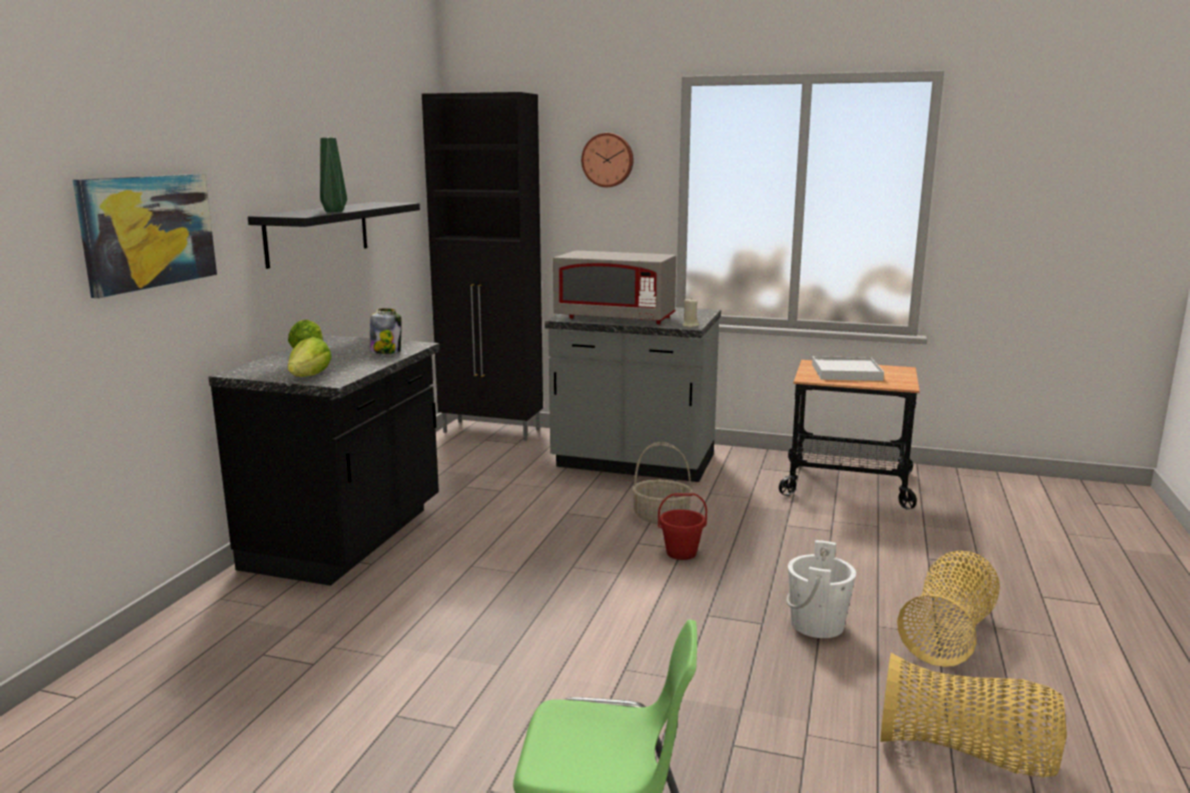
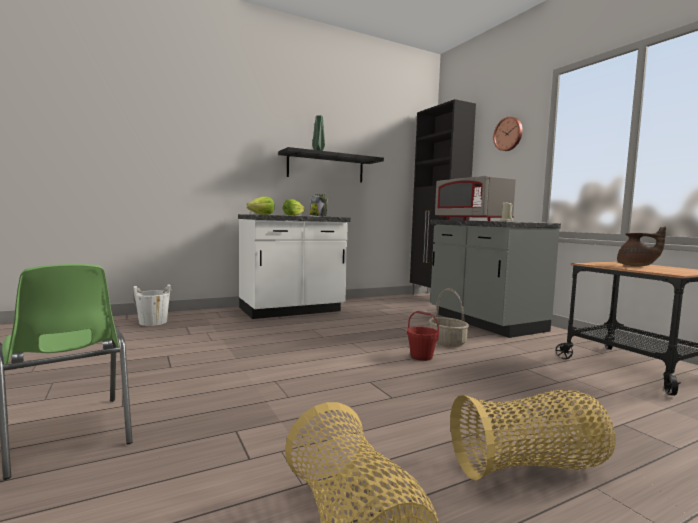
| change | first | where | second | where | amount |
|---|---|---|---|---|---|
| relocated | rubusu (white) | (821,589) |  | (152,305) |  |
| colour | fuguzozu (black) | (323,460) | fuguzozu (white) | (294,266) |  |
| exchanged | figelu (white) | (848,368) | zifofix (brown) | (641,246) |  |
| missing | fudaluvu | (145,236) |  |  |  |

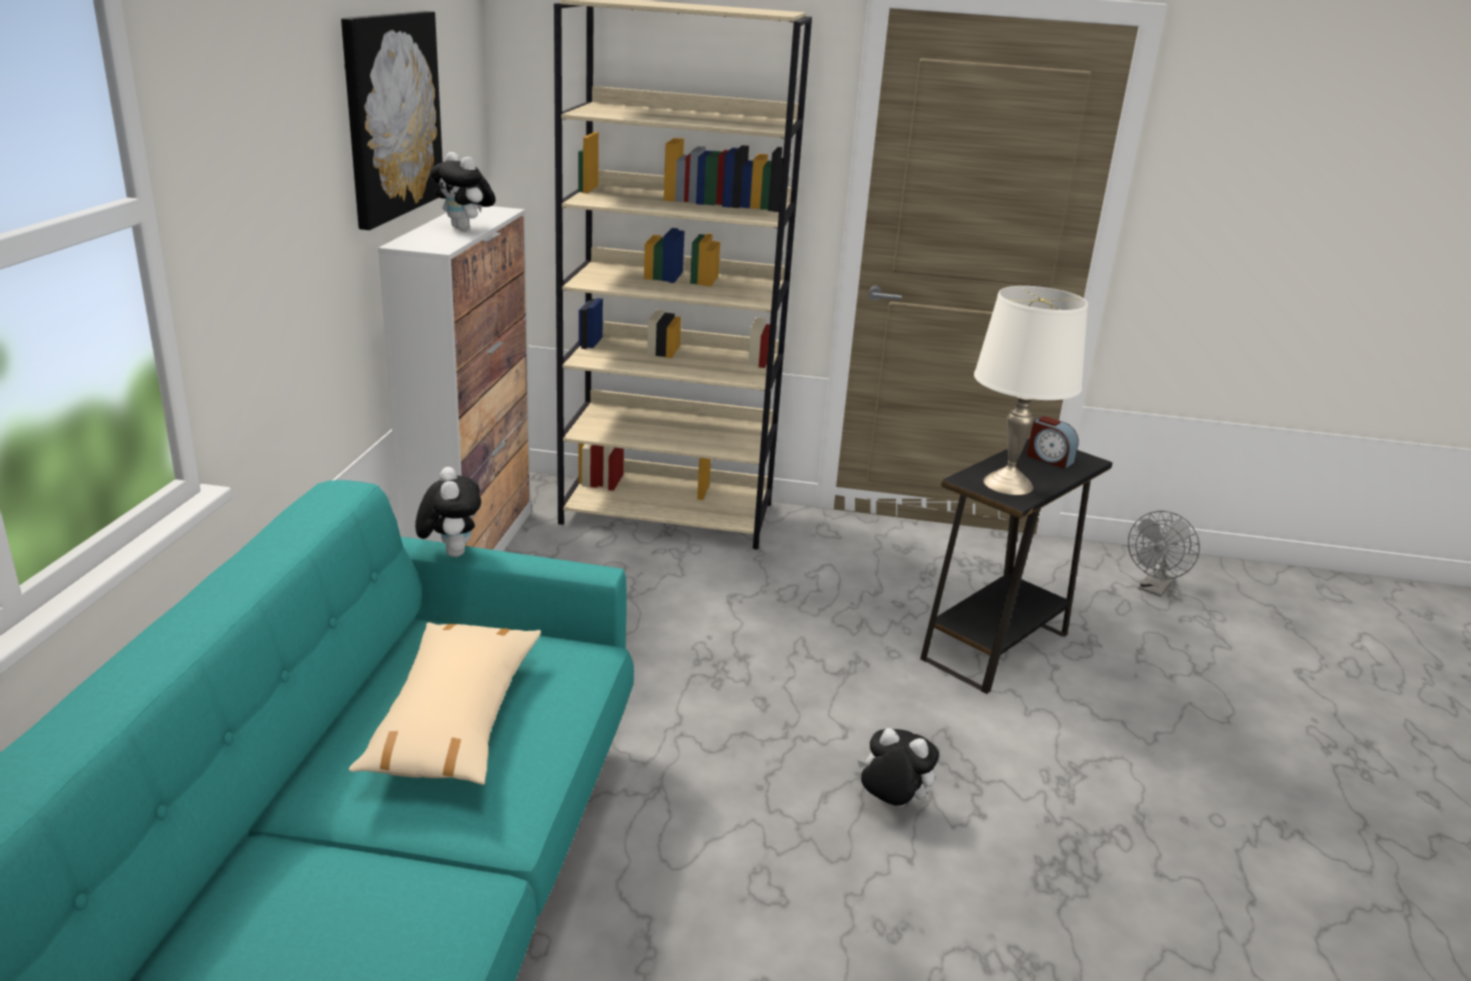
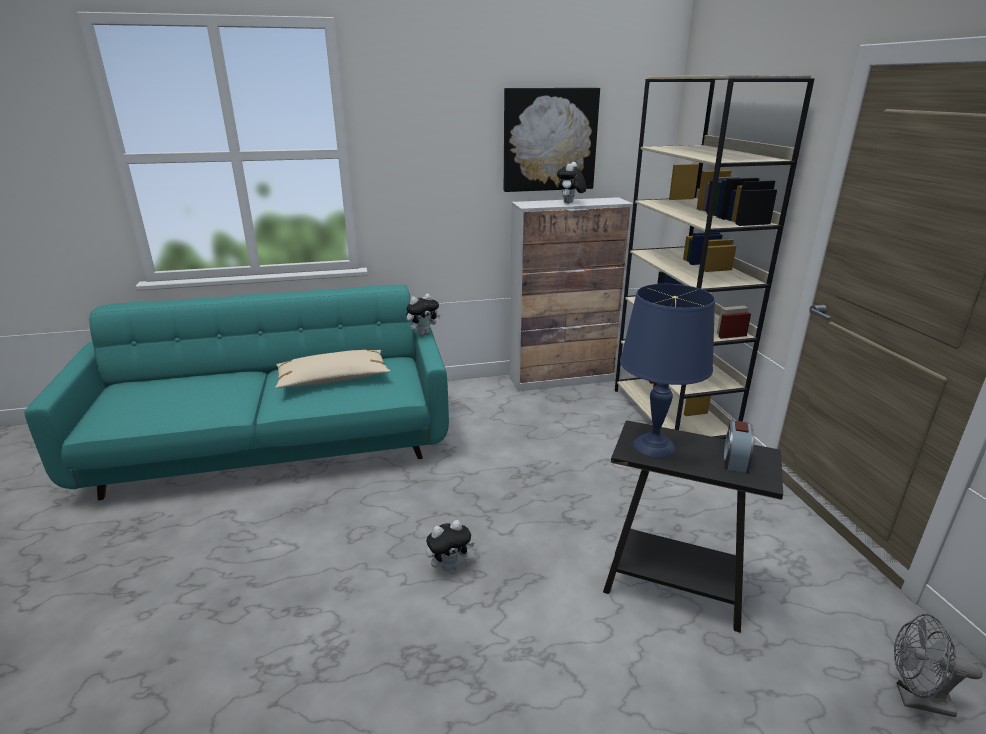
| change | first | where | second | where | amount |
|---|---|---|---|---|---|
| spun | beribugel | (898,767) |  | (450,546) | 60 degrees clockwise |
| colour | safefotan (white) | (1031,390) | safefotan (blue) | (667,371) |  |

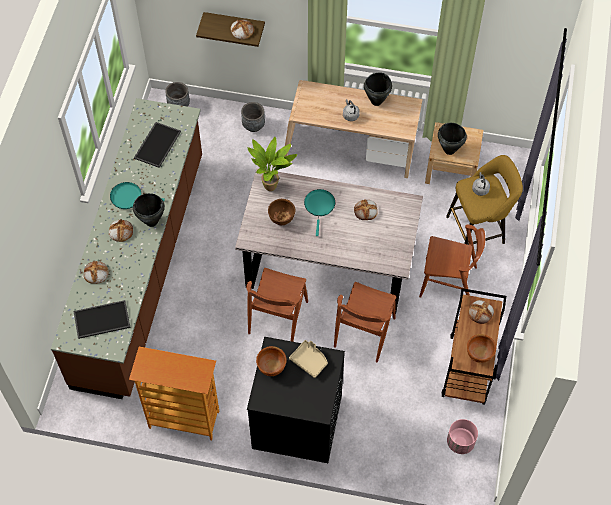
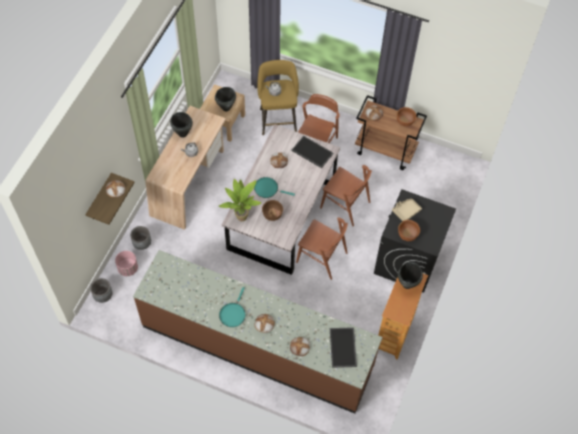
| change | first | where | second | where | amount |
|---|---|---|---|---|---|
| relocated | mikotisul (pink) | (462,436) |  | (126,263) |  |
| relocated | figelu | (157,145) |  | (312,152) |  |
| relocated | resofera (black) | (149,210) |  | (410,275) |  |

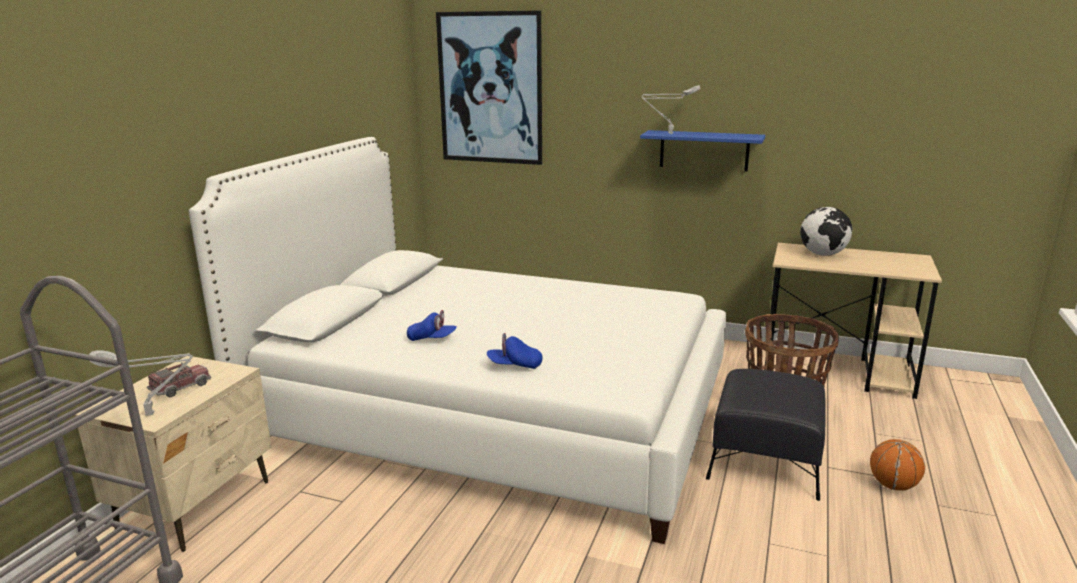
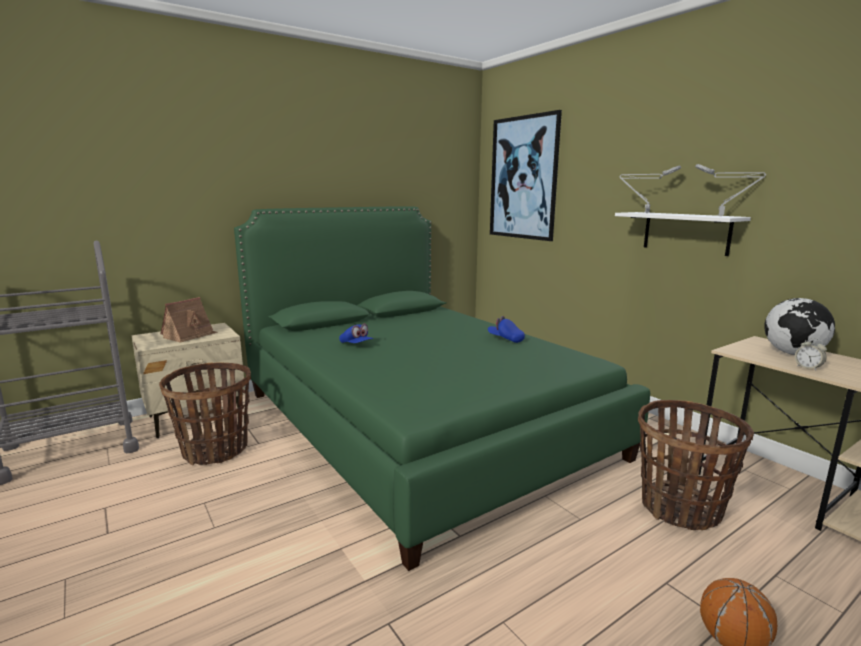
| change | first | where | second | where | amount |
|---|---|---|---|---|---|
| appeared |  |  | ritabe | (205,413) |  |
| exchanged | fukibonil | (179,379) | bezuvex | (189,320) |  |
| colour | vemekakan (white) | (457,340) | vemekakan (green) | (442,388) |  |
| relocated | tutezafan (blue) | (515,351) |  | (506,329) |  |
| colour | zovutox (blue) | (702,151) | zovutox (white) | (683,234) |  |
| relocated | safefotan (grey) | (141,383) |  | (730,190) |  |
| appeared |  |  | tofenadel | (811,354) |  |
| missing | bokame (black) | (765,435) |  |  |  |

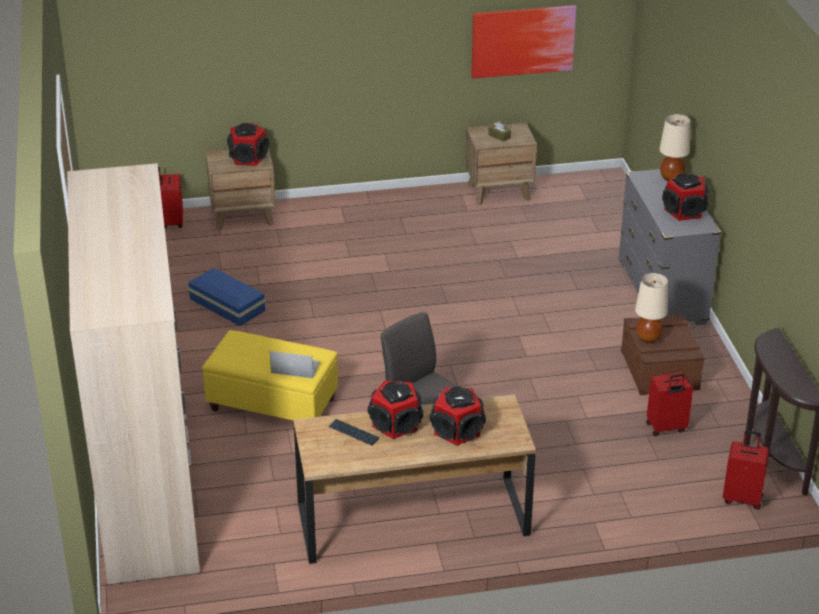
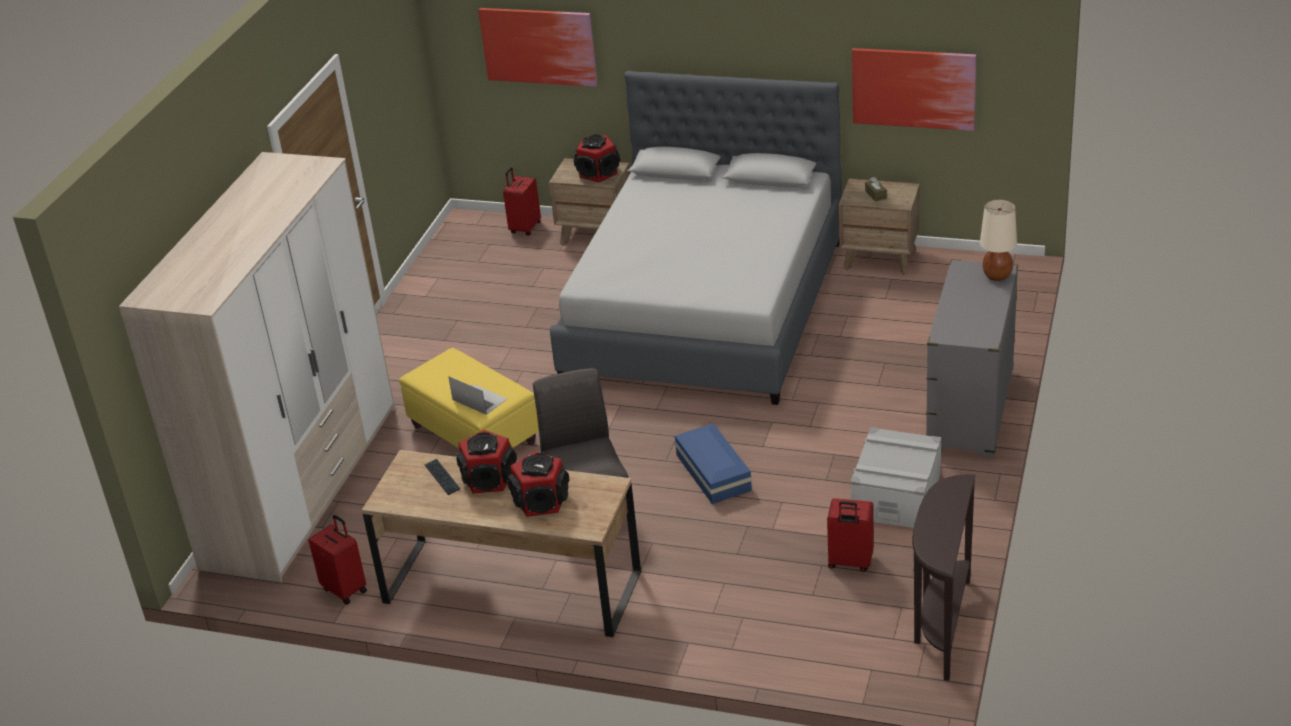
| change | first | where | second | where | amount |
|---|---|---|---|---|---|
| relocated | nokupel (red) | (746,470) |  | (337,560) |  |
| appeared |  |  | fudaluvu | (538,47) |  |
| appeared |  |  | vemekakan (grey) | (696,238) |  |
| relocated | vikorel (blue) | (227,297) |  | (713,463) |  |
| colour | vikorel (brown) | (662,354) | vikorel (grey) | (895,477) |  |
| missing | safefotan (beige) | (651,308) |  |  |  |
| missing | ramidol | (685,197) |  |  |  |

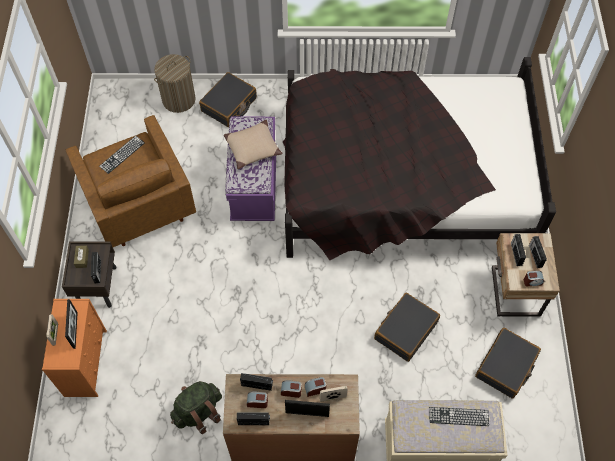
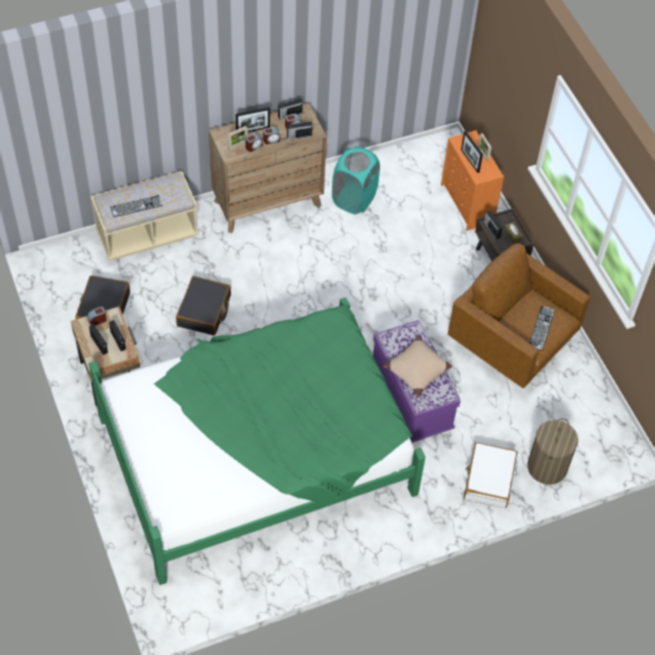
| change | first | where | second | where | amount |
|---|---|---|---|---|---|
| colour | vemekakan (black) | (419,158) | vemekakan (green) | (257,441) |  |
| exchanged | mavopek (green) | (196,407) | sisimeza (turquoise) | (356,180) |  |
| colour | nokupel (black) | (228,99) | nokupel (white) | (490,475) |  |

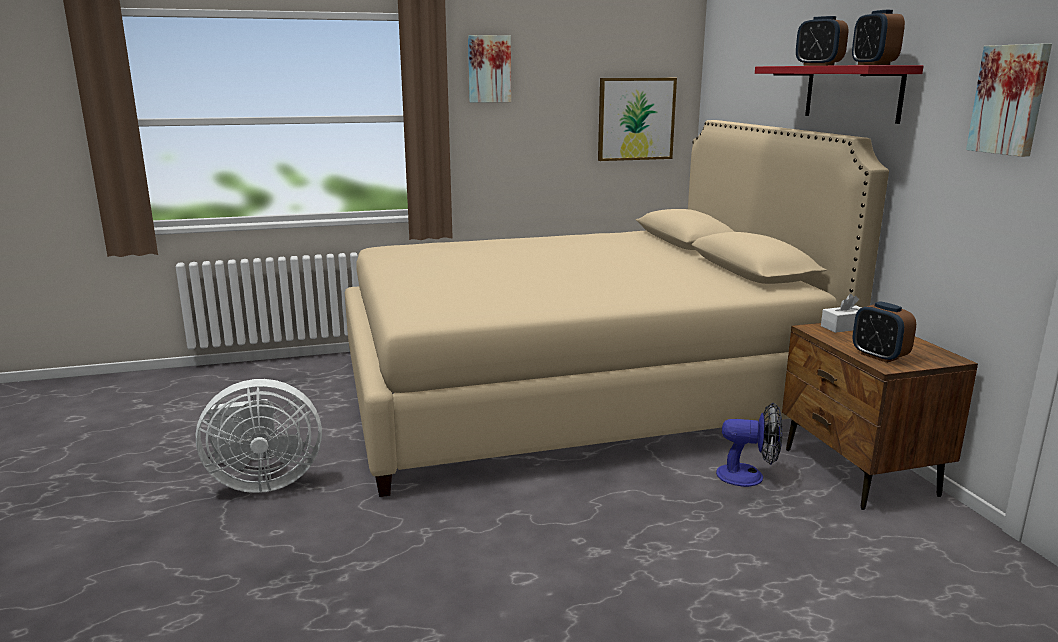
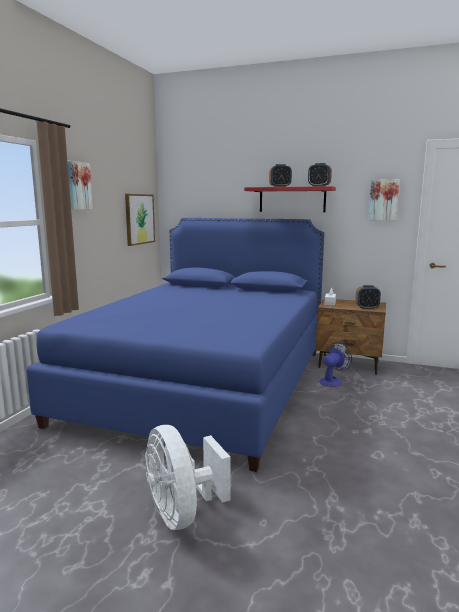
| change | first | where | second | where | amount |
|---|---|---|---|---|---|
| colour | vemekakan (beige) | (617,308) | vemekakan (blue) | (175,345) |  |
| spun | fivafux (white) | (259,436) |  | (188,477) | 135 degrees clockwise |

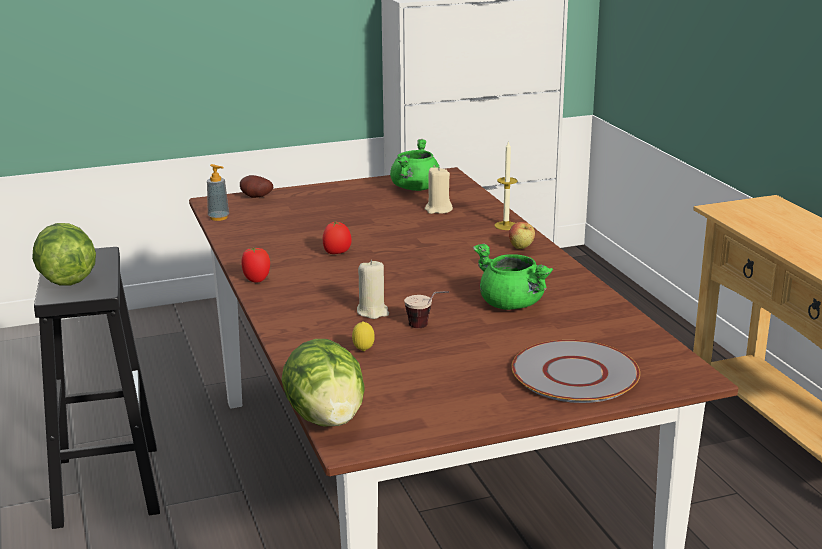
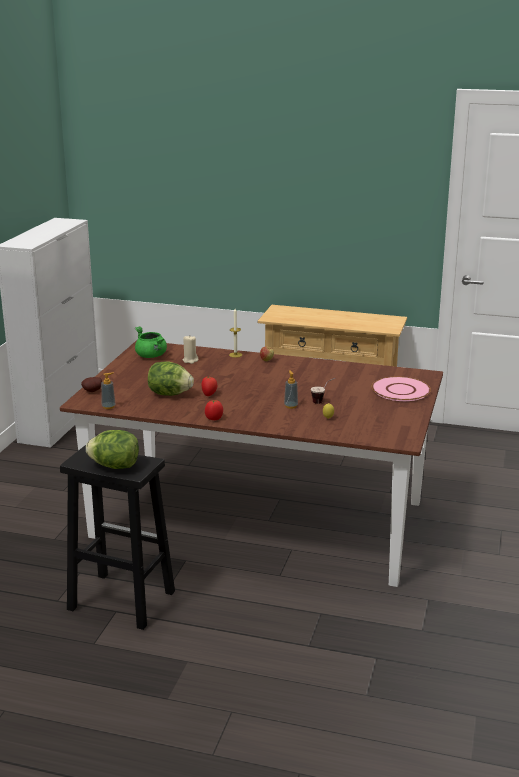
| change | first | where | second | where | amount |
|---|---|---|---|---|---|
| relocated | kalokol | (323,382) |  | (171,378) |  |
| exchanged | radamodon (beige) | (373,289) | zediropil | (291,389) |  |
| colour | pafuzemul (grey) | (576,371) | pafuzemul (pink) | (401,389) |  |
| missing | resofera (green) | (513,276) |  |  |  |

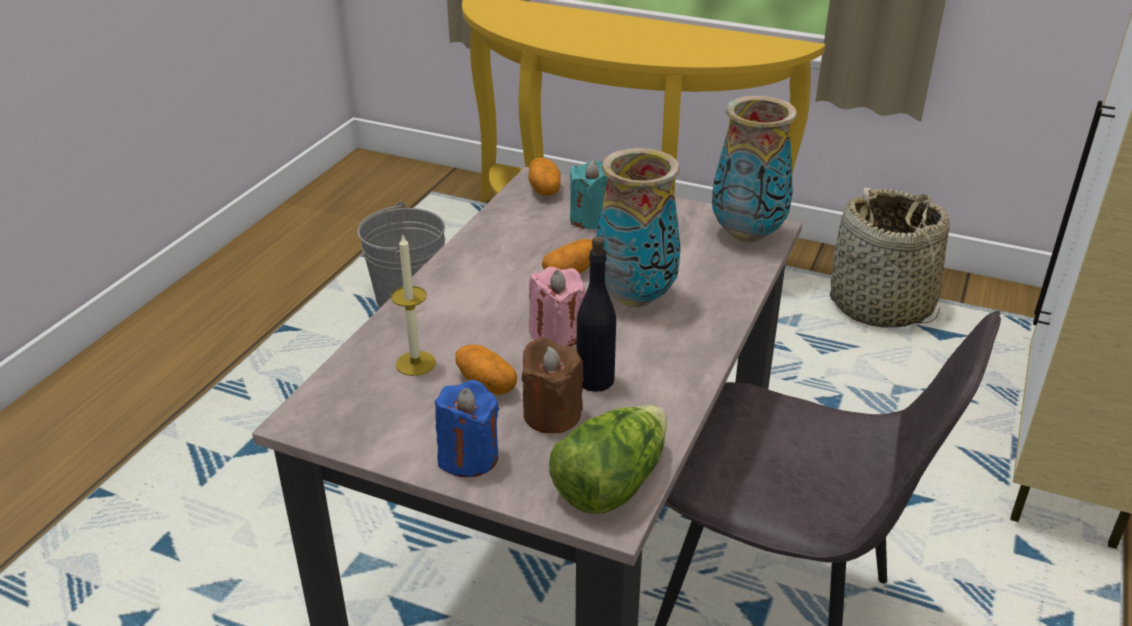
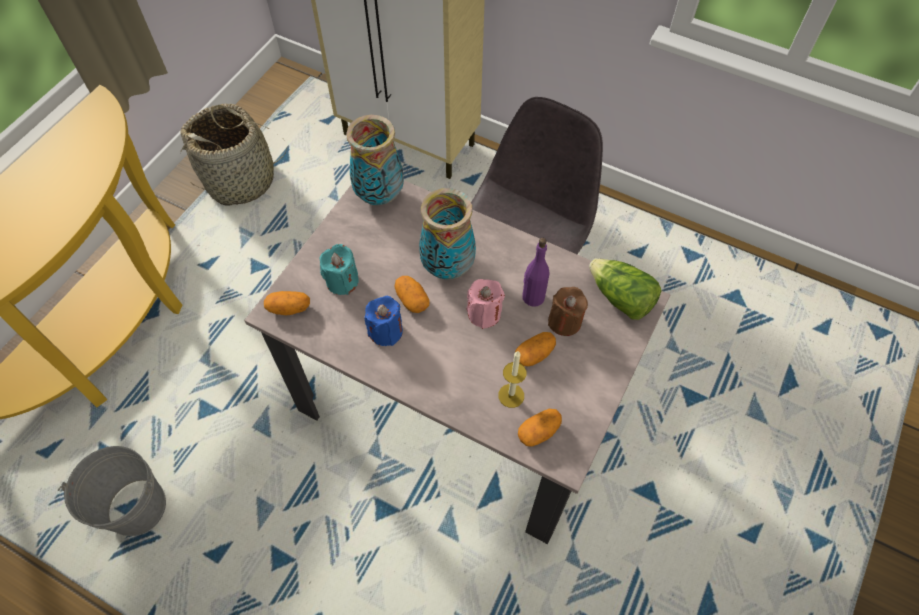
| change | first | where | second | where | amount |
|---|---|---|---|---|---|
| relocated | radamodon (blue) | (467,428) |  | (383,321) |  |
| appeared |  |  | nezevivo | (540,428) |  |
| colour | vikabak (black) | (596,314) | vikabak (purple) | (535,272) |  |

